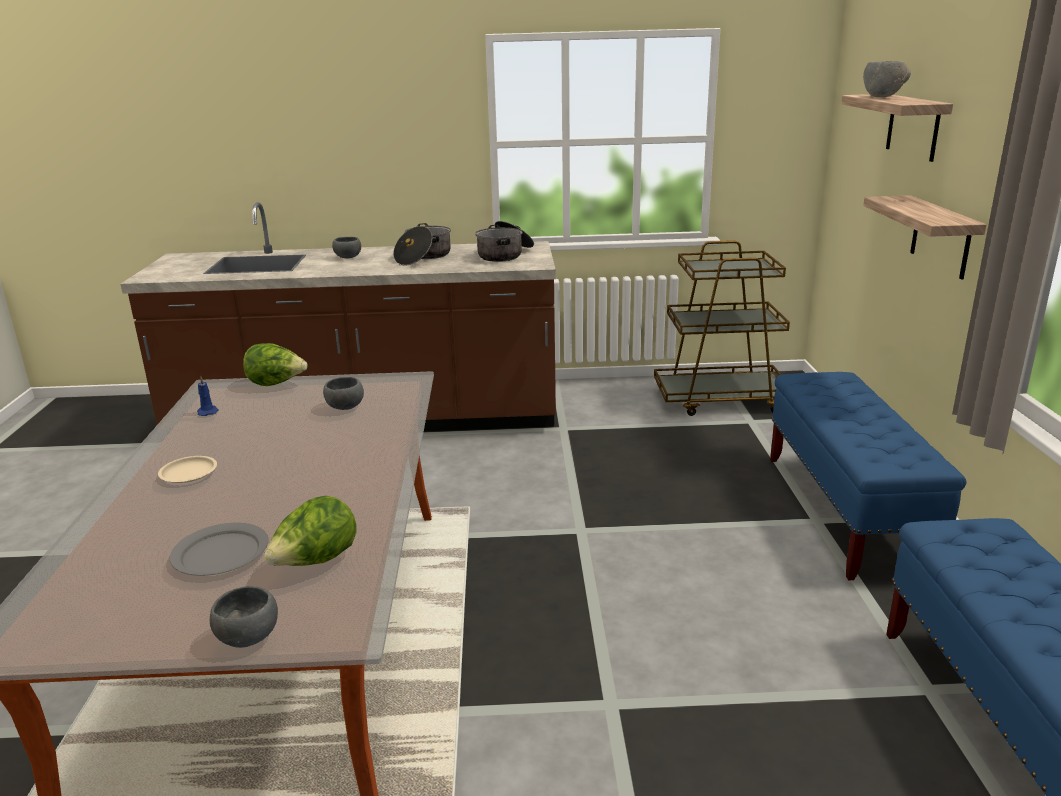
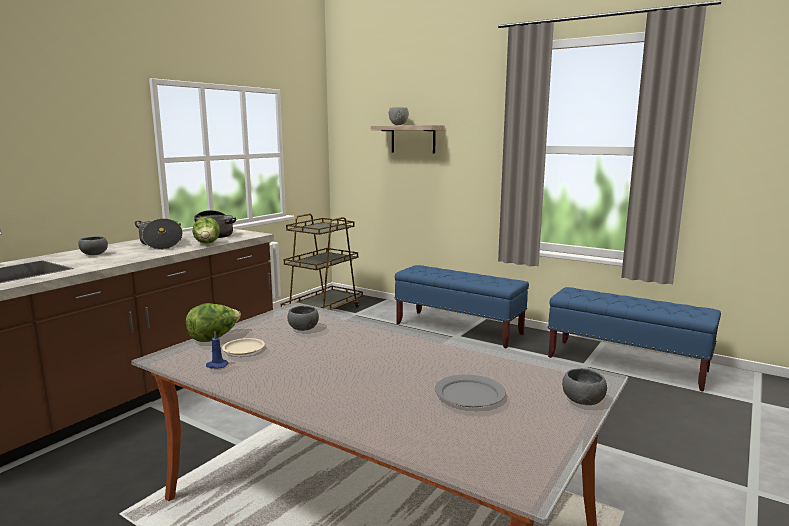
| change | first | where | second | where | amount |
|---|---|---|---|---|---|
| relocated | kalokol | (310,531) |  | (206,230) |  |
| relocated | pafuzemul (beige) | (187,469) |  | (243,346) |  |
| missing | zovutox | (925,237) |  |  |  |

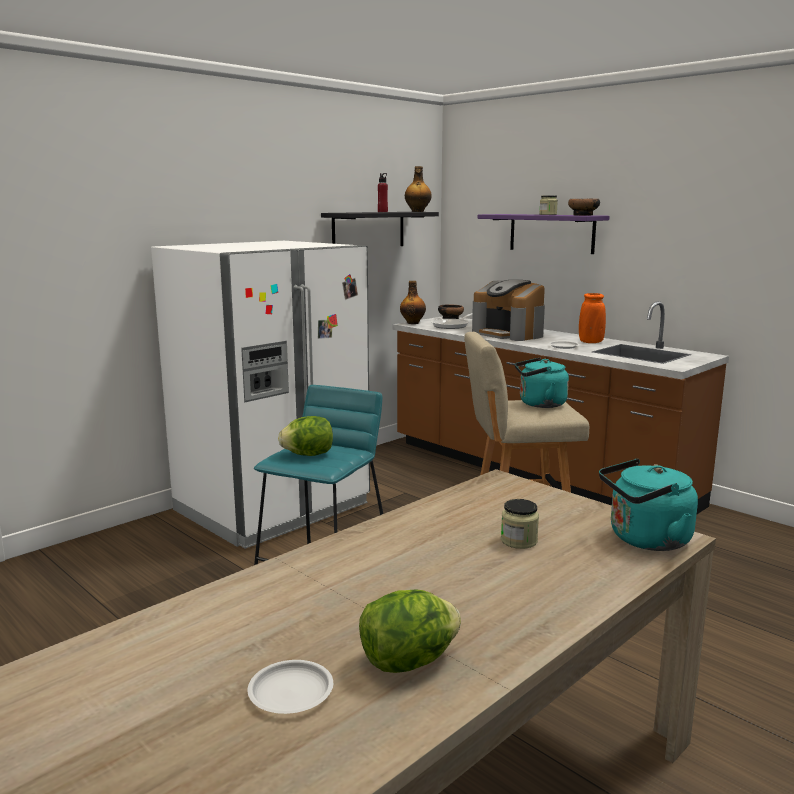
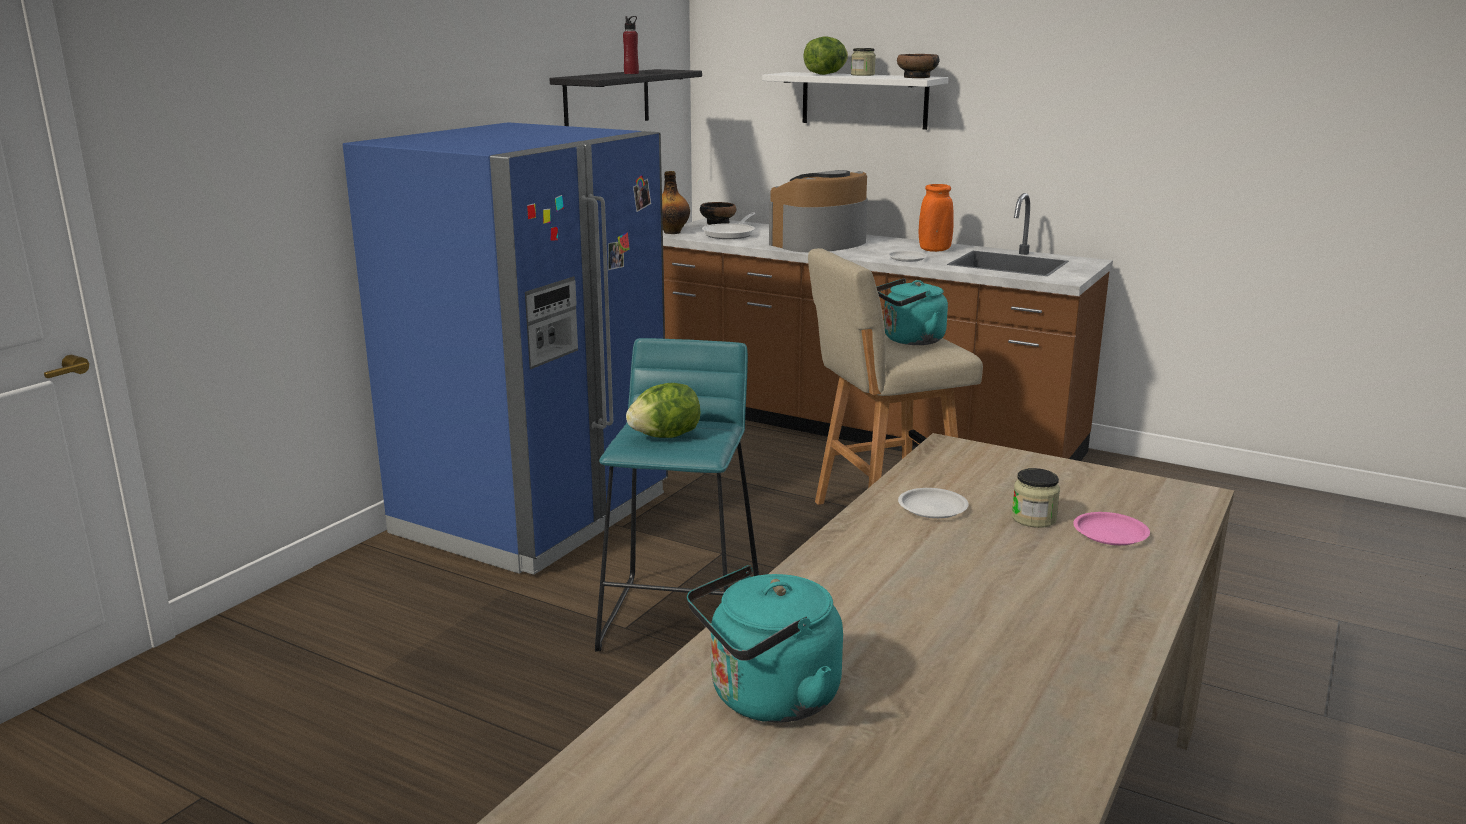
| change | first | where | second | where | amount |
|---|---|---|---|---|---|
| colour | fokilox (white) | (260,395) | fokilox (blue) | (505,348) |  |
| relocated | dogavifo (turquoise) | (648,505) |  | (765,644) |  |
| colour | zovutox (purple) | (543,234) | zovutox (white) | (855,101) |  |
| spun | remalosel | (508,310) |  | (818,211) | 105 degrees clockwise |
| relocated | kalokol | (410,631) |  | (825,55) |  |
| relocated | pafuzemul (white) | (290,687) |  | (933,503) |  |
| appeared |  |  | pafuzemul (pink) | (1111,528) |  |
| missing | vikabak | (418,189) |  |  |  |

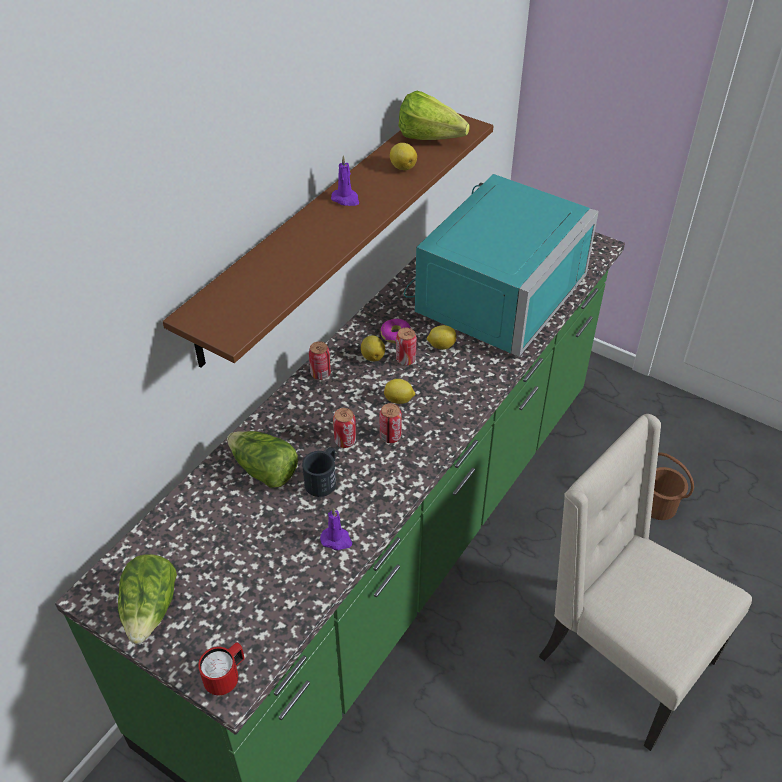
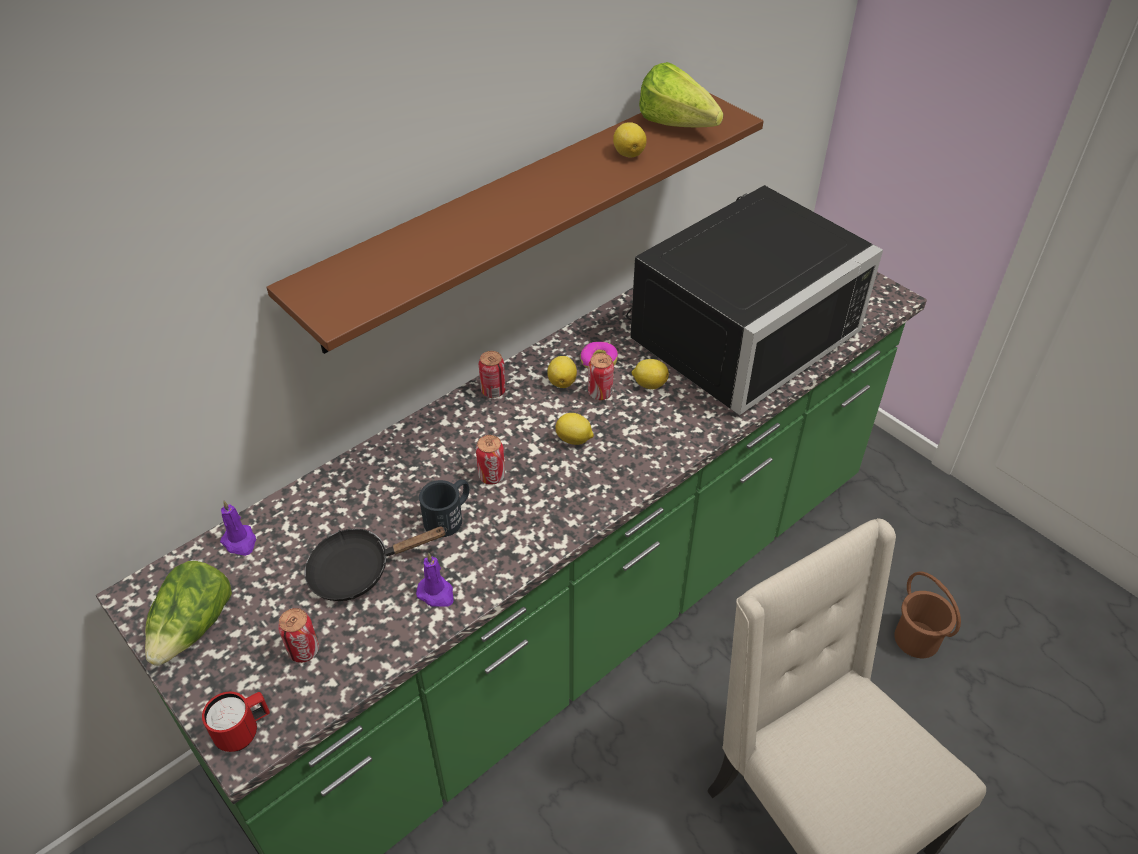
| change | first | where | second | where | amount |
|---|---|---|---|---|---|
| relocated | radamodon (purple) | (345,180) |  | (238,528) |  |
| relocated | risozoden | (390,423) |  | (298,635) |  |
| appeared |  |  | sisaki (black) | (375,564) |  |
| colour | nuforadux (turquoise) | (501,265) | nuforadux (black) | (754,300) |  |
| missing | kalokol | (262,459) |  |  |  |

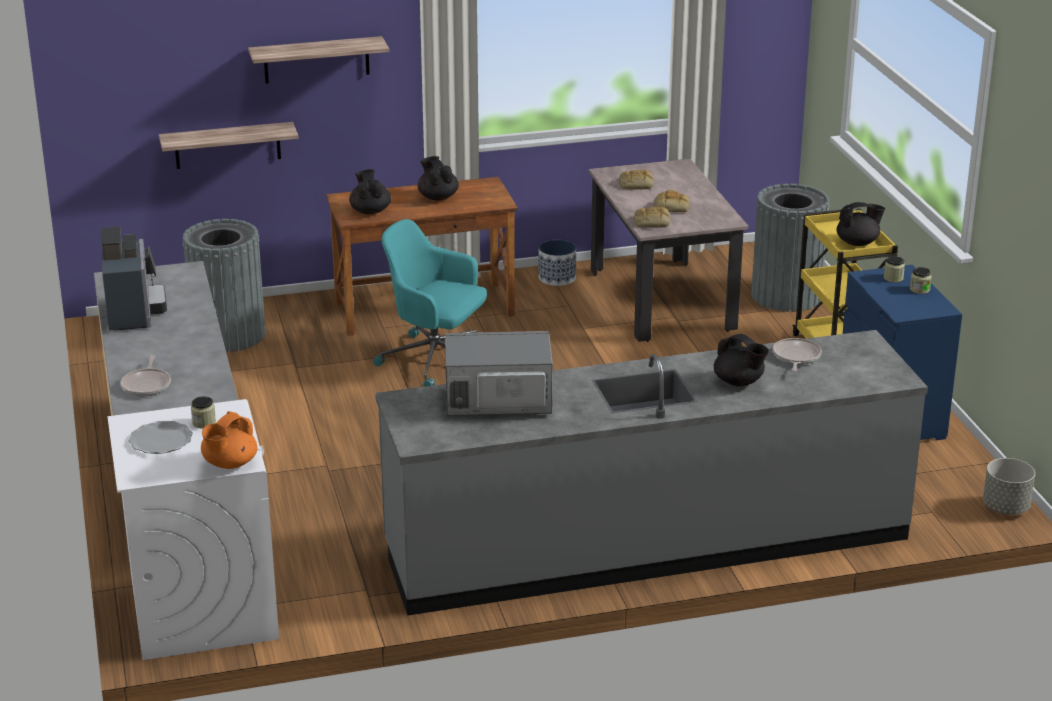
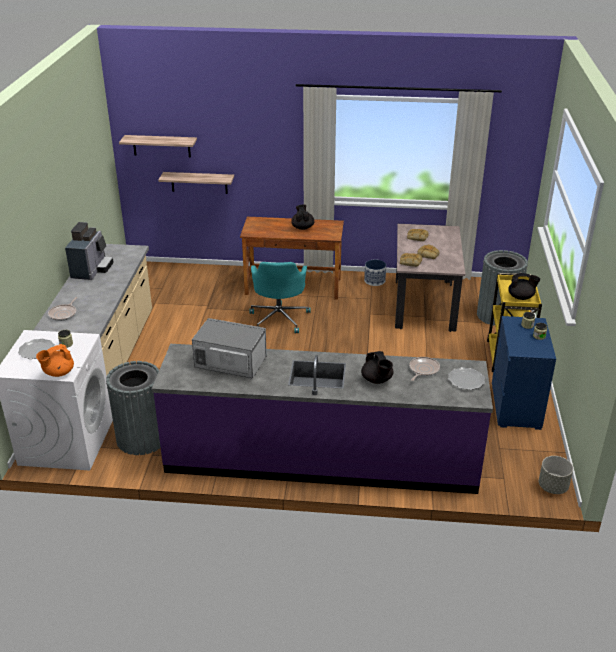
| change | first | where | second | where | amount |
|---|---|---|---|---|---|
| relocated | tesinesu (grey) | (224,285) |  | (133,408) |  |
| relocated | zovutox | (318,60) |  | (158,146) |  |
| colour | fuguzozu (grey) | (651,473) | fuguzozu (purple) | (322,419) |  |
| spun | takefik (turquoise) | (430,303) |  | (280,297) | 135 degrees counterclockwise |
| appeared |  |  | pafuzemul | (466,378) |  |
| missing | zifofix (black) | (370,192) |  |  |  |

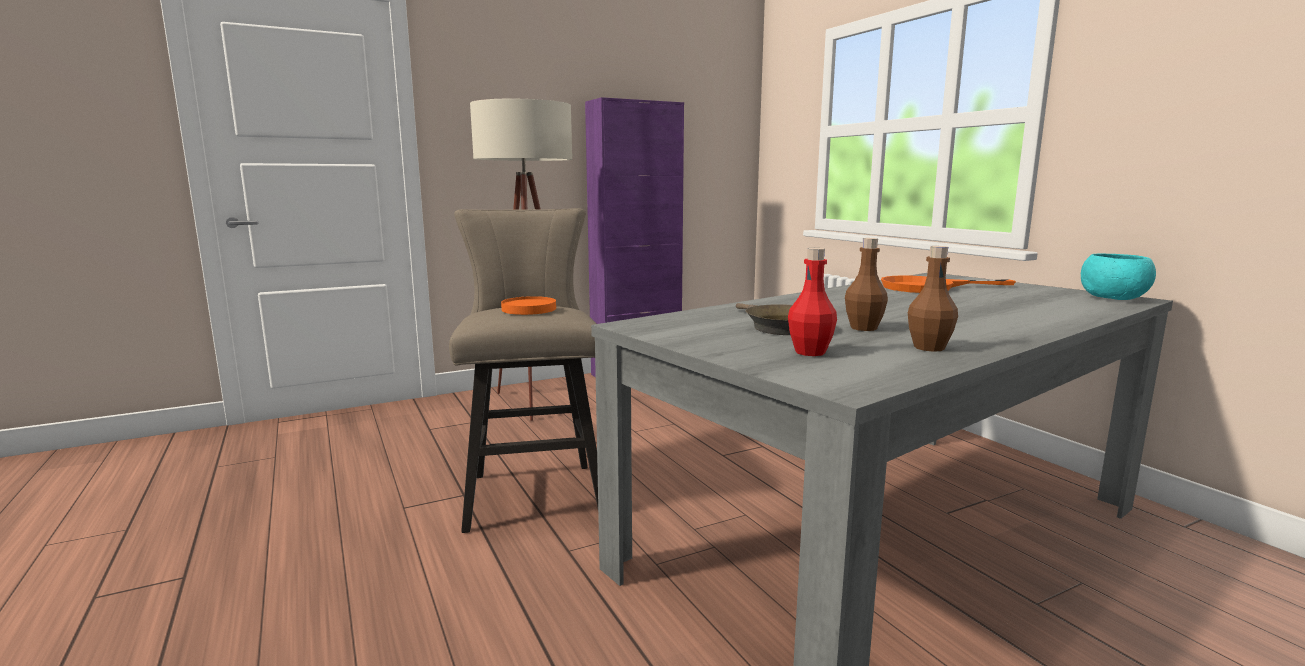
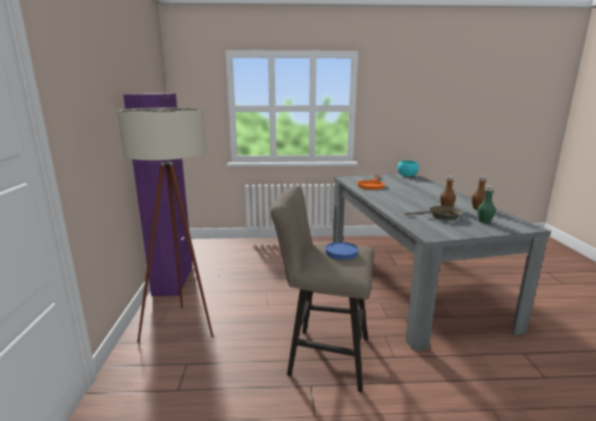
| change | first | where | second | where | amount |
|---|---|---|---|---|---|
| colour | pafuzemul (orange) | (528,305) | pafuzemul (blue) | (342,251) |  |
| colour | vikabak (red) | (812,302) | vikabak (green) | (486,204) |  |

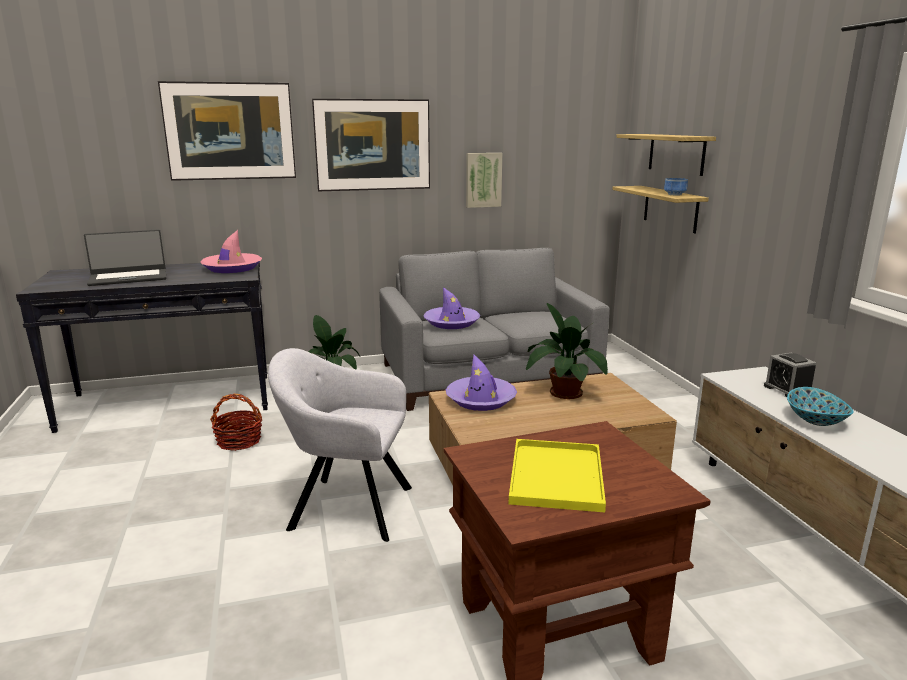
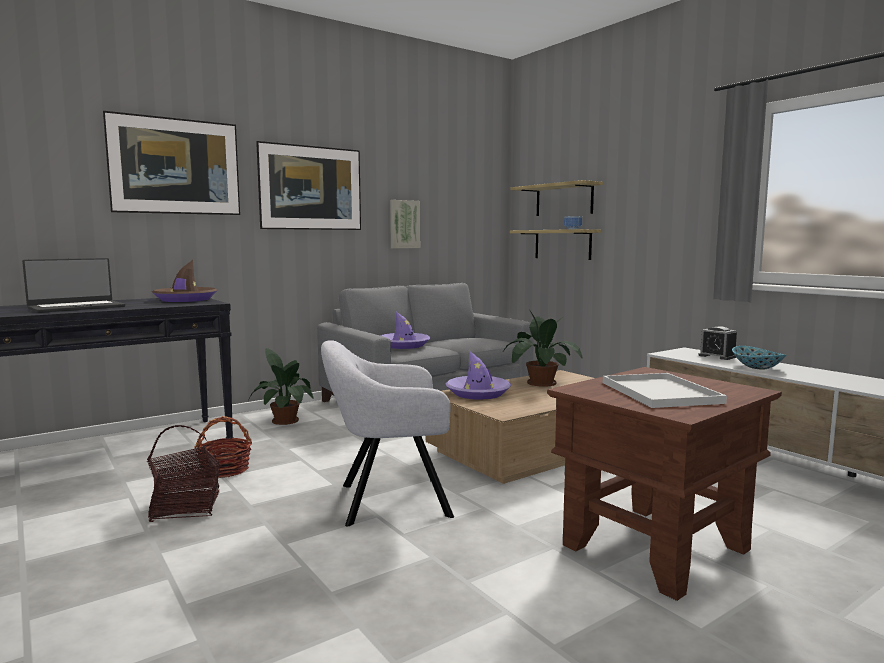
| change | first | where | second | where | amount |
|---|---|---|---|---|---|
| appeared |  |  | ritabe | (183,473) |  |
| colour | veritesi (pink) | (231,251) | veritesi (brown) | (185,281) |  |
| colour | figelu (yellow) | (557,475) | figelu (white) | (665,390) |  |

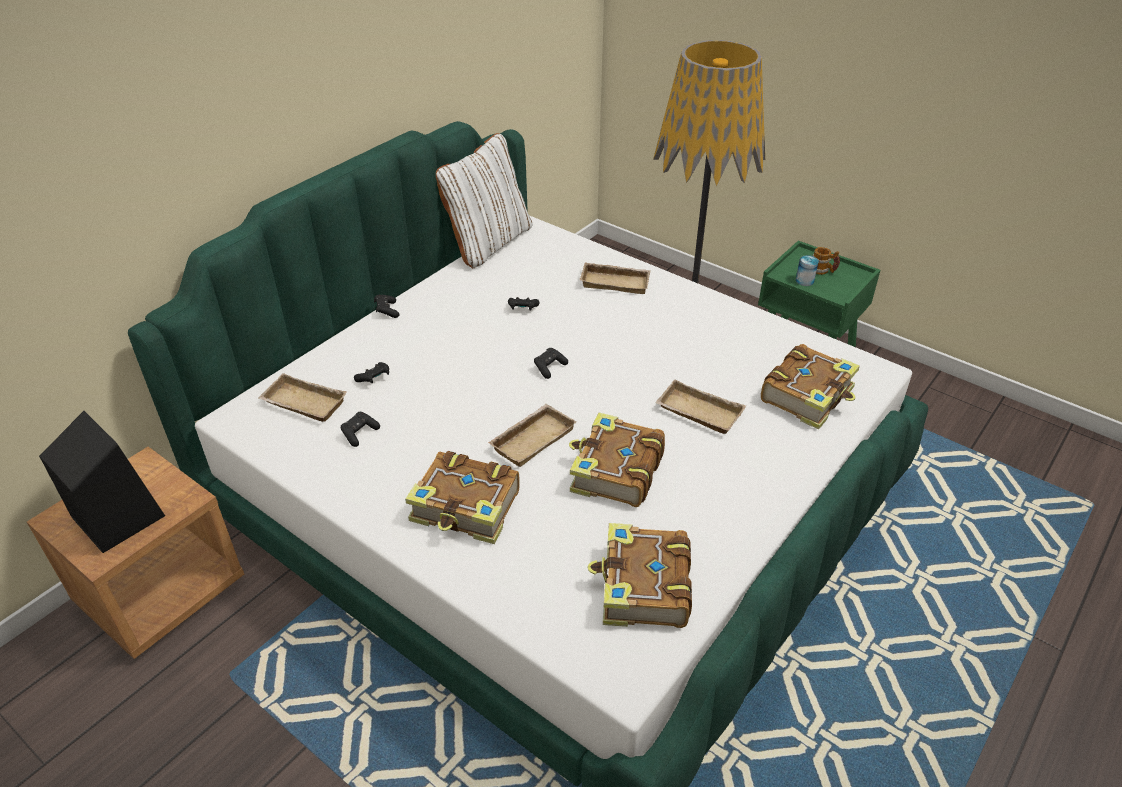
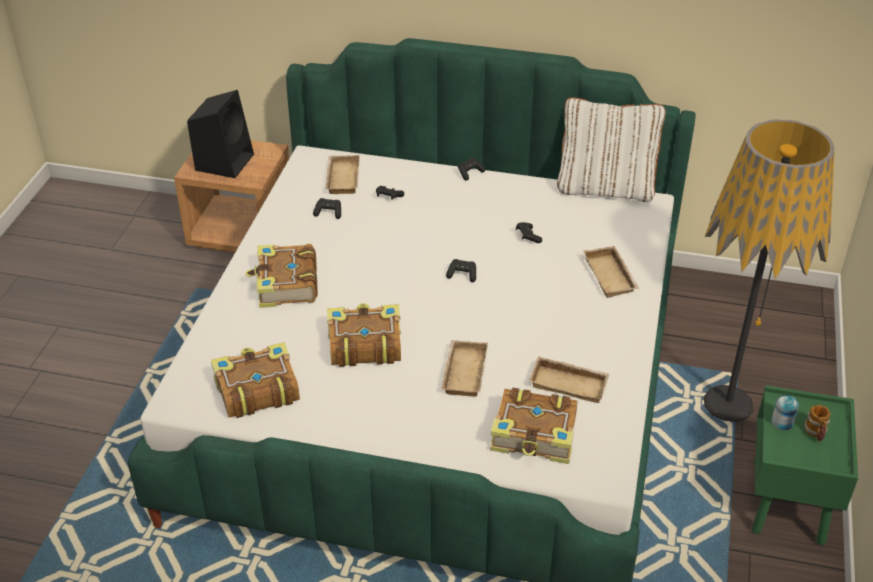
| change | first | where | second | where | amount |
|---|---|---|---|---|---|
| relocated | figelu (beige) | (532,435) |  | (569,379) |  |

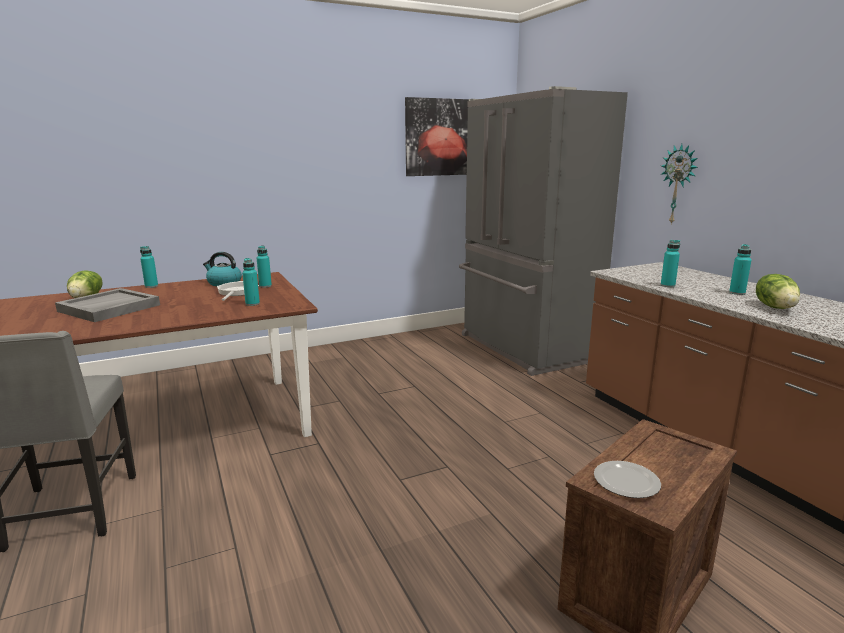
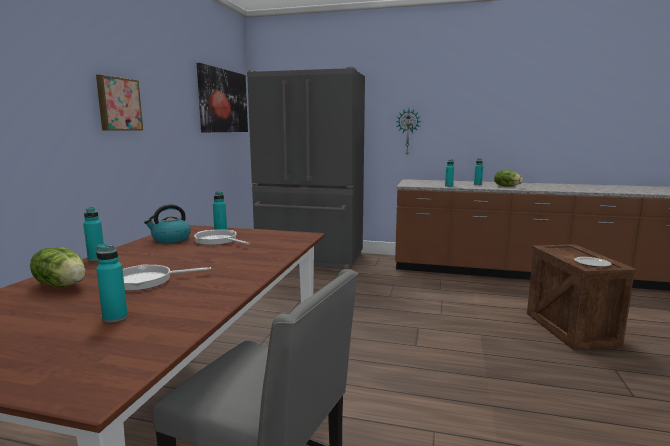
| change | first | where | second | where | amount |
|---|---|---|---|---|---|
| appeared |  |  | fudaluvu | (119,103) |  |
| relocated | vikabak (turquoise) | (251,282) |  | (112,283) |  |
| exchanged | figelu (grey) | (107,305) | sisaki | (167,278) |  |

